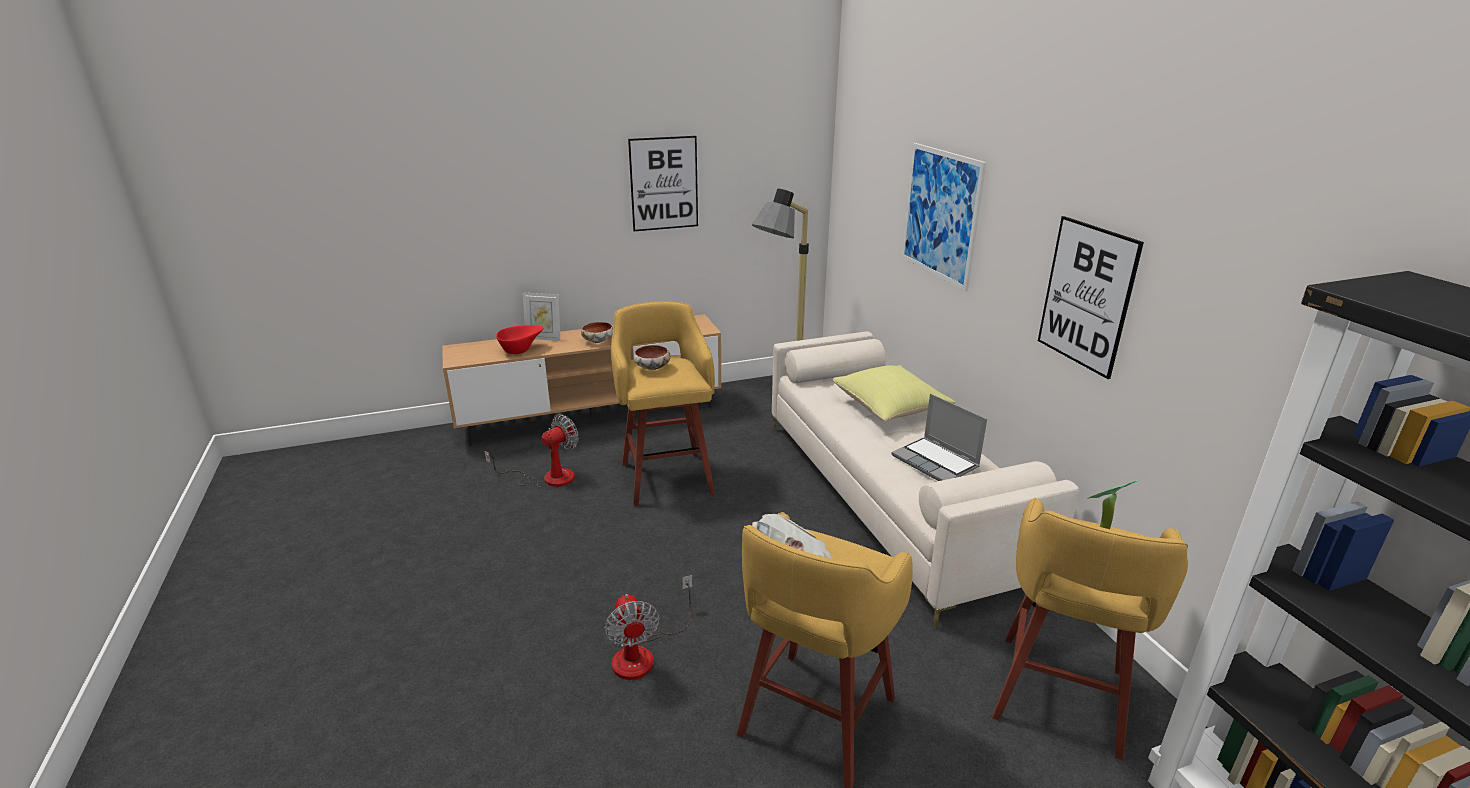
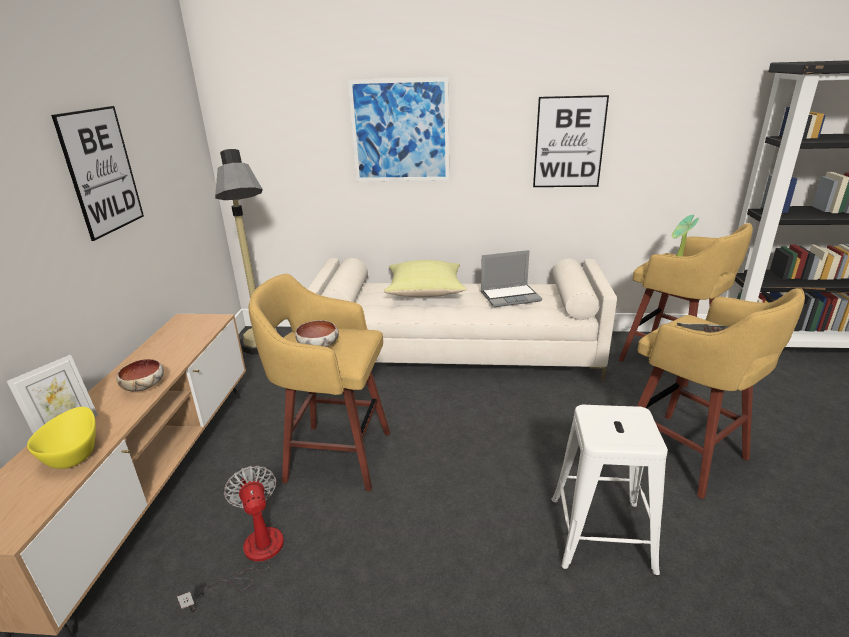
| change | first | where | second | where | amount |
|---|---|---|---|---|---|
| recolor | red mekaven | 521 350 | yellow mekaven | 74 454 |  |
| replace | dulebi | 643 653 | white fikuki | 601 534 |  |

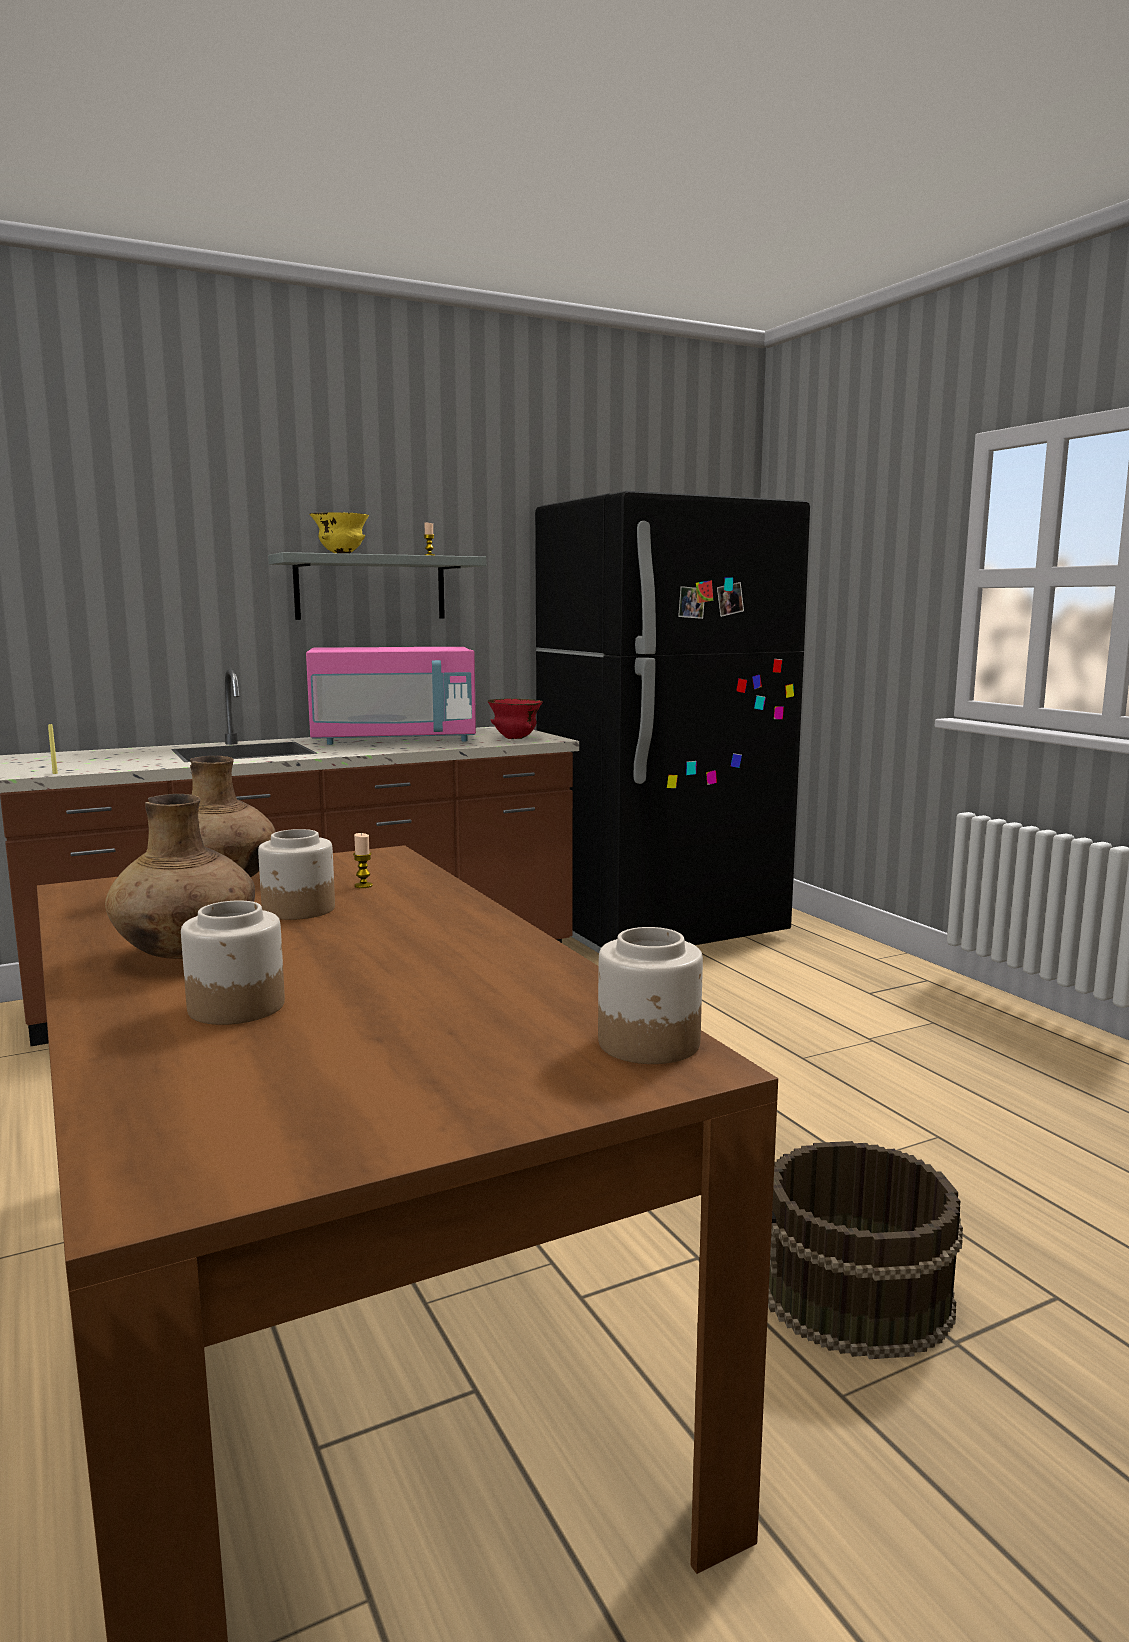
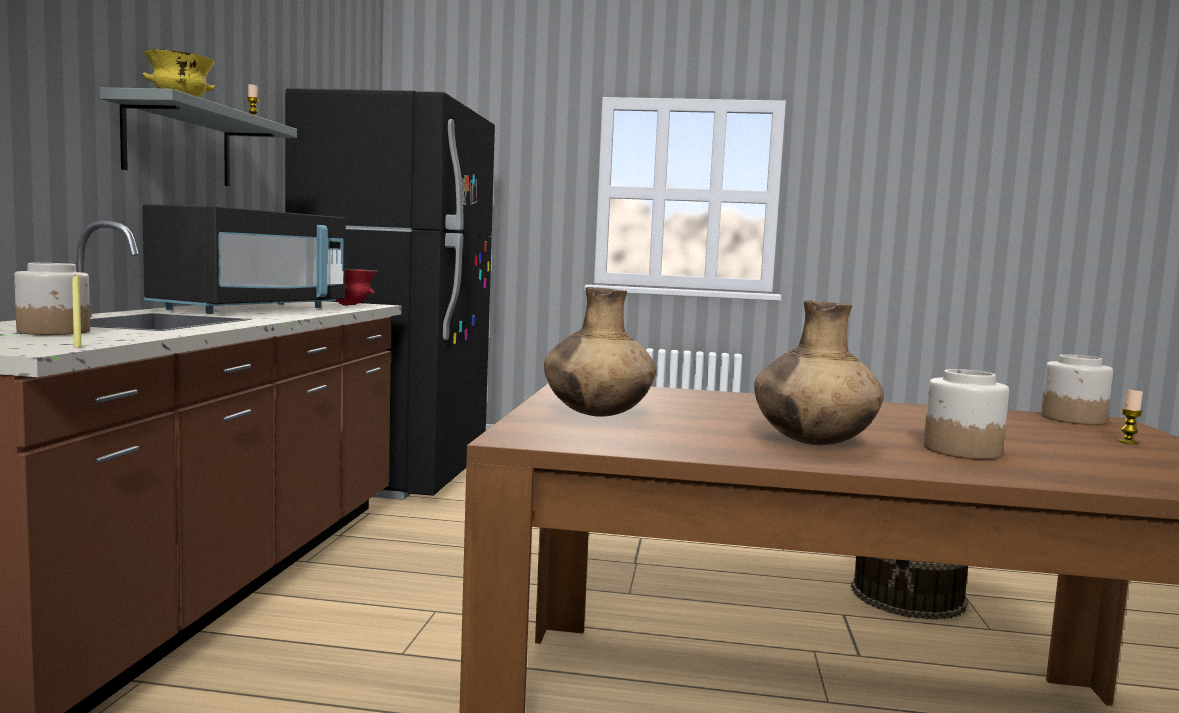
| change | first | where | second | where | amount |
|---|---|---|---|---|---|
| move | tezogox | 299 910 |  | 54 332 |  |
| recolor | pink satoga | 394 740 | black satoga | 252 309 |  |
| move | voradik | 363 885 |  | 1127 442 |  |

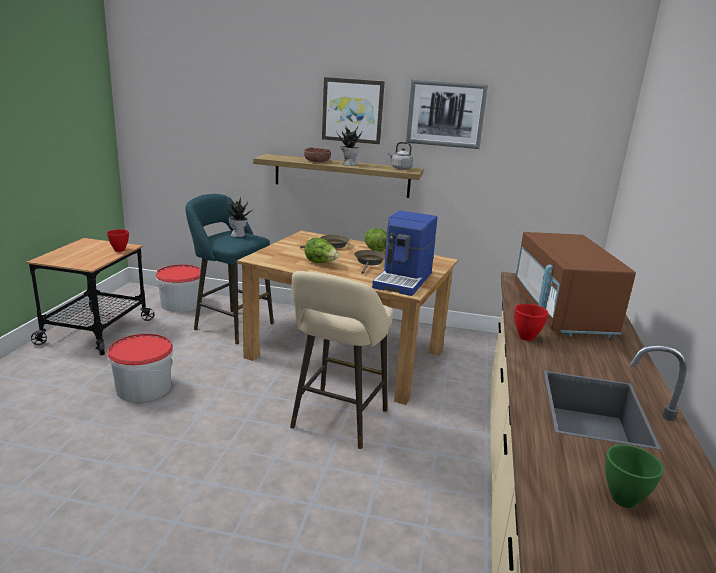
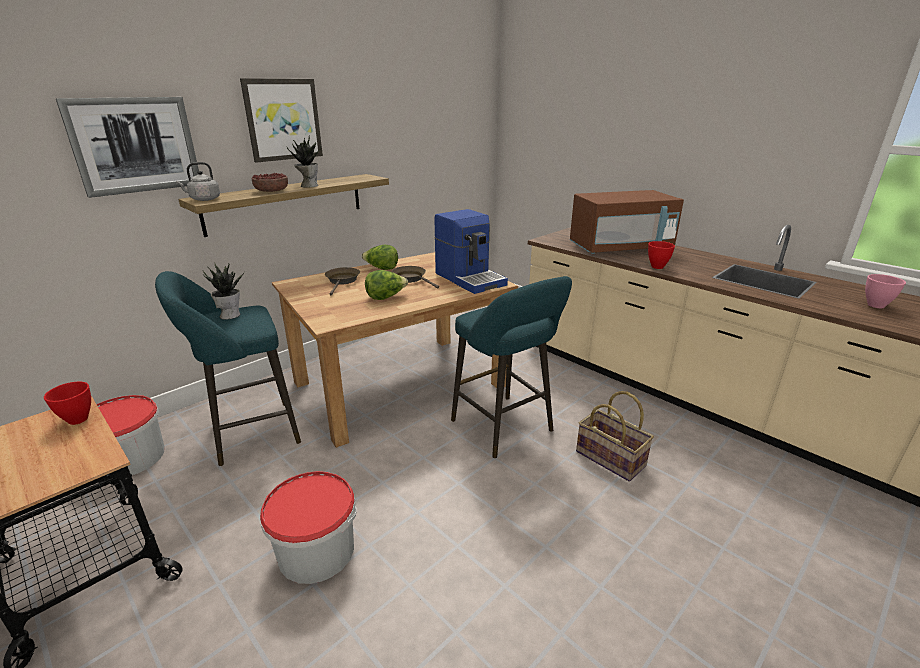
| change | first | where | second | where | amount |
|---|---|---|---|---|---|
| move | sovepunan | 446 114 |  | 135 145 |  |
| move | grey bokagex | 400 168 |  | 203 199 |  |
| recolor | beige fikuki | 337 422 | turquoise fikuki | 505 428 |  |
| rotate | brown satoga | 561 313 |  | 620 248 | 45 degrees counterclockwise |
| insert |  |  | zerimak | 611 458 |  |
| recolor | green mekaven | 625 500 | pink mekaven | 875 305 |  |

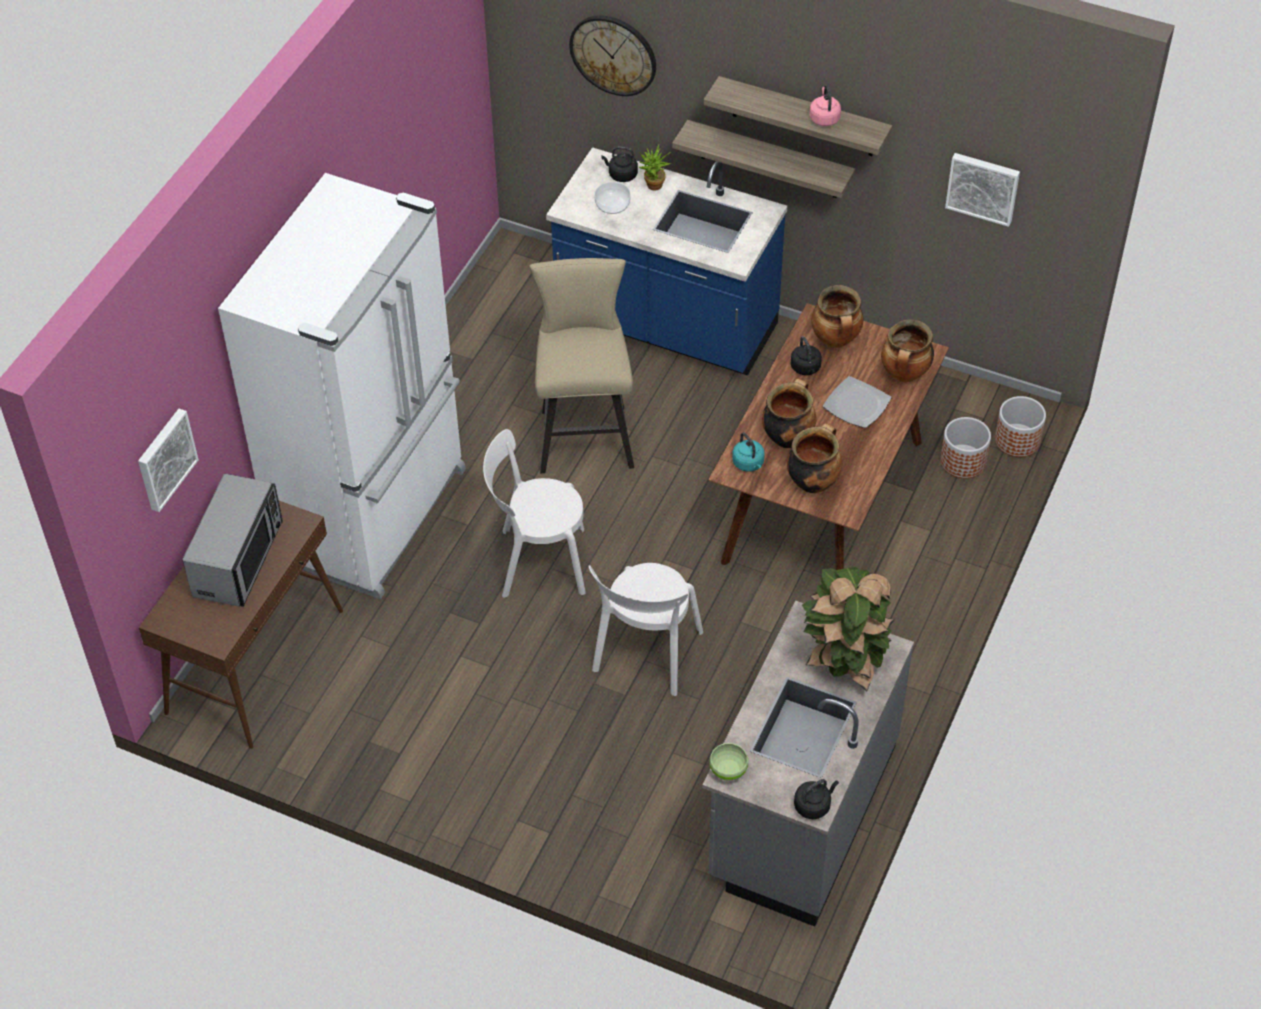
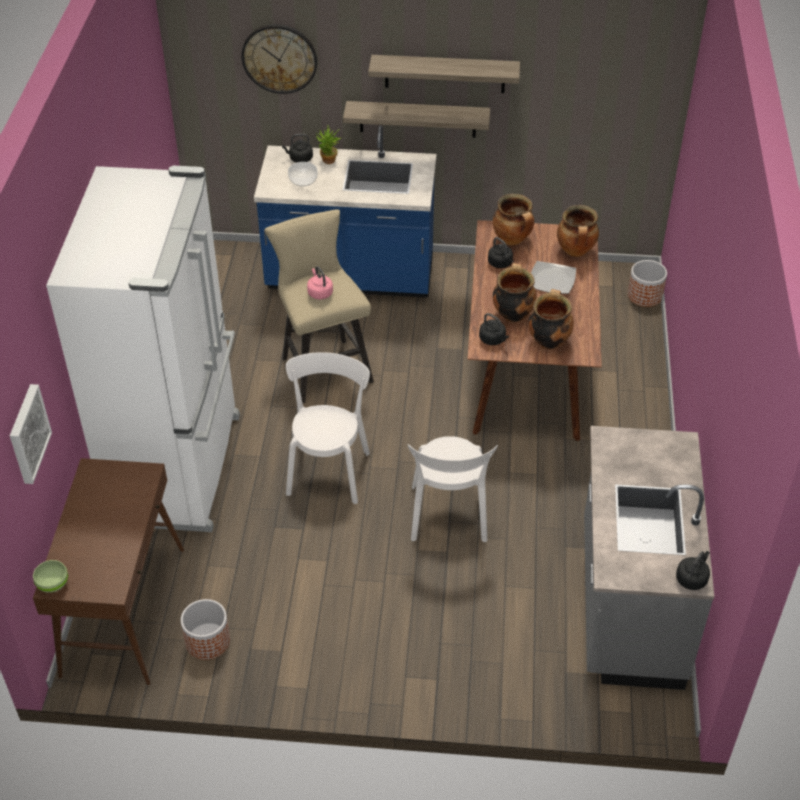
| change | first | where | second | where | amount |
|---|---|---|---|---|---|
| move | green mekaven | 729 770 |  | 54 584 |  |
| move | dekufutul | 962 461 |  | 207 641 |  |
| rotate | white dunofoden | 537 562 |  | 329 469 | 120 degrees clockwise |
| move | pink bokagex | 824 118 |  | 319 292 |  |
| recolor | turquoise bokagex | 749 464 | black bokagex | 493 340 |  |
| delete | satoga | 239 559 |  |  |  |
| delete | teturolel | 844 663 |  |  |  |
| delete | sovepunan | 983 187 |  |  |  |

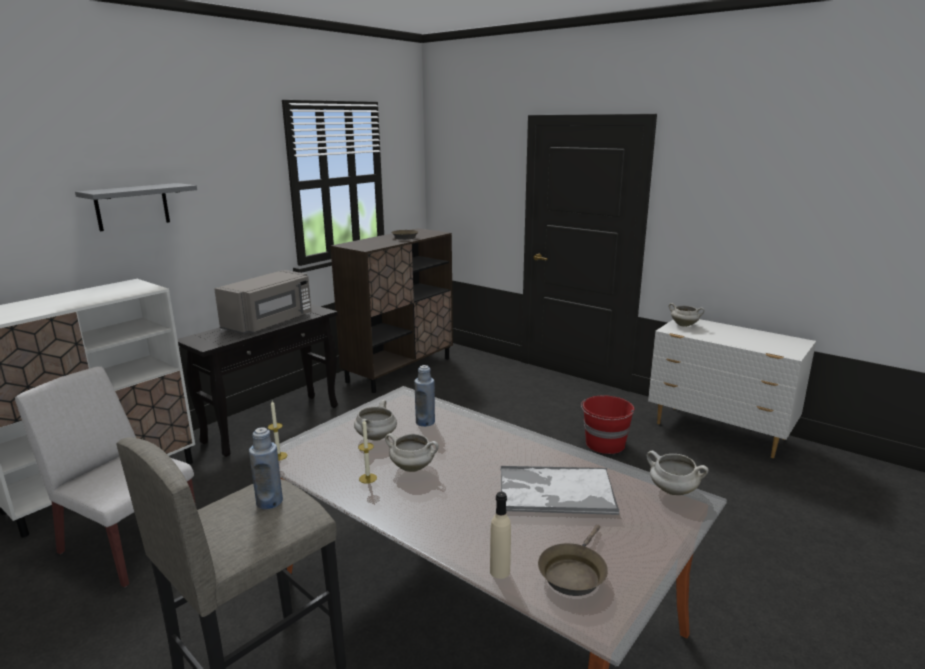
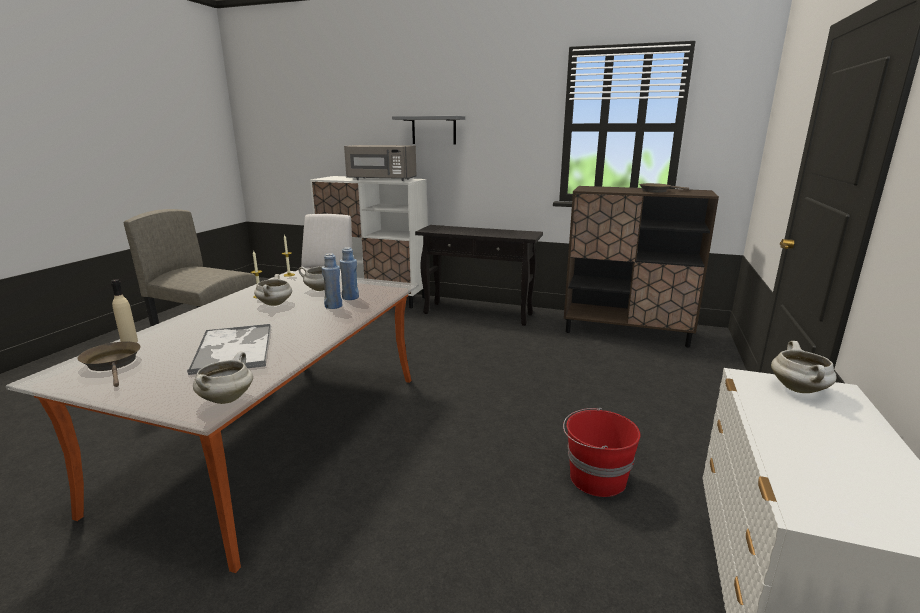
| change | first | where | second | where | amount |
|---|---|---|---|---|---|
| rotate | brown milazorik | 573 573 |  | 113 364 | 45 degrees clockwise |
| move | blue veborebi | 269 502 |  | 333 306 |  |
| move | grey satoga | 270 322 |  | 381 179 |  |

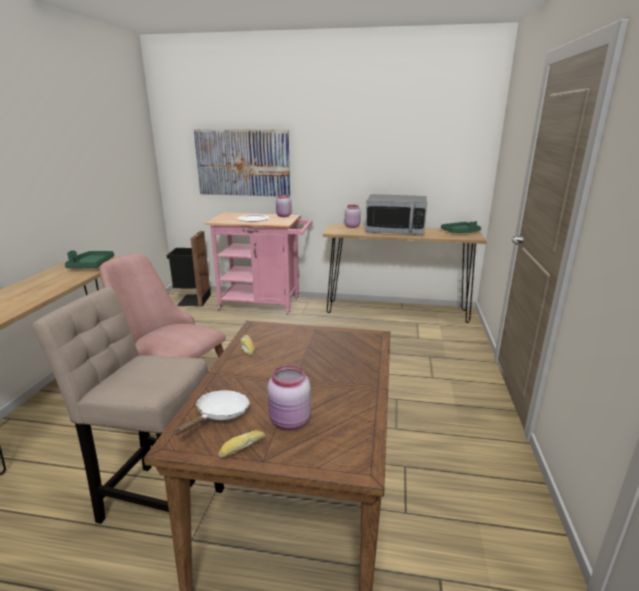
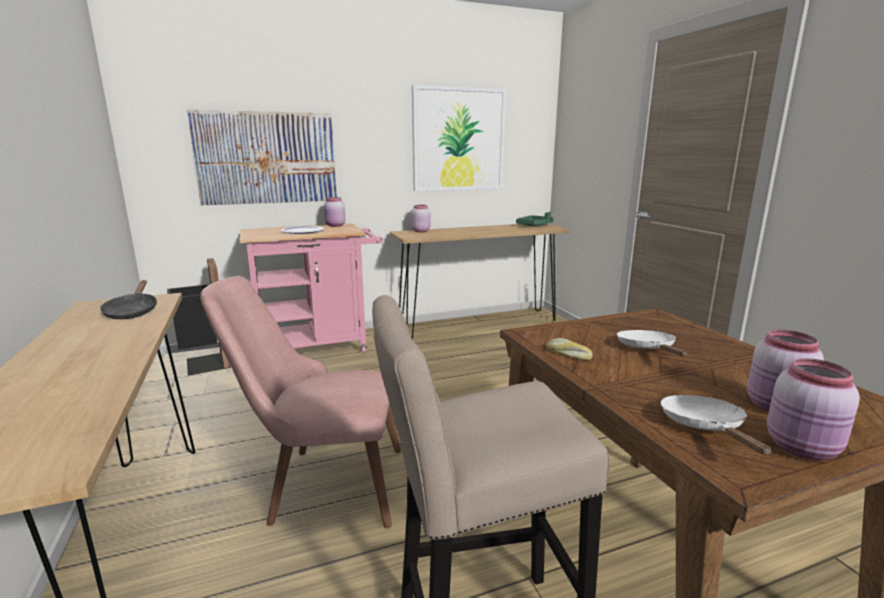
| change | first | where | second | where | amount |
|---|---|---|---|---|---|
| replace | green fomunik | 91 265 | black milazorik | 132 311 |  |
| insert |  |  | sovepunan | 458 140 |  |
| insert |  |  | white milazorik | 648 349 |  |
| replace | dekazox | 242 447 | pink tezogox | 803 449 |  |
| delete | satoga | 395 231 |  |  |  |

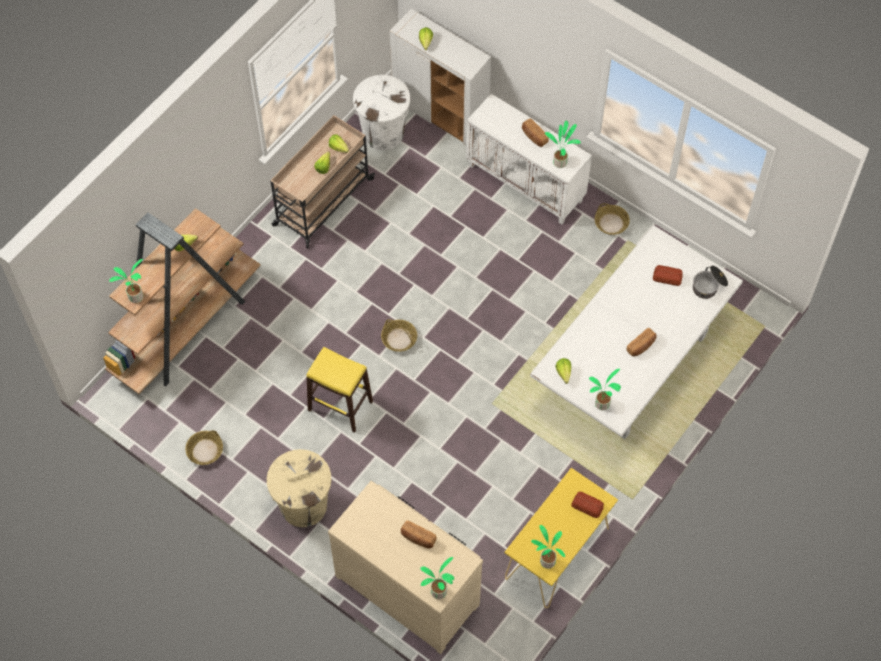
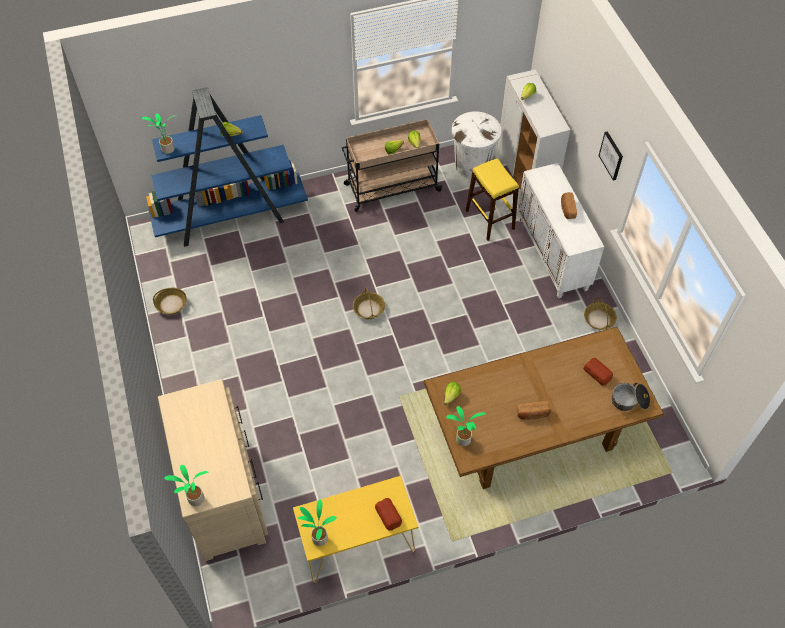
| change | first | where | second | where | amount |
|---|---|---|---|---|---|
| recolor | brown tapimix | 187 327 | blue tapimix | 231 217 |  |
| recolor | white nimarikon | 629 363 | brown nimarikon | 532 432 |  |
| move | yellow fikuki | 340 406 |  | 489 220 |  |
| insert |  |  | sovepunan | 611 155 |  |
| delete | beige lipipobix | 303 505 |  |  |  |
| delete | dekazox | 418 538 |  |  |  |
| delete | teturolel | 561 162 |  |  |  |

